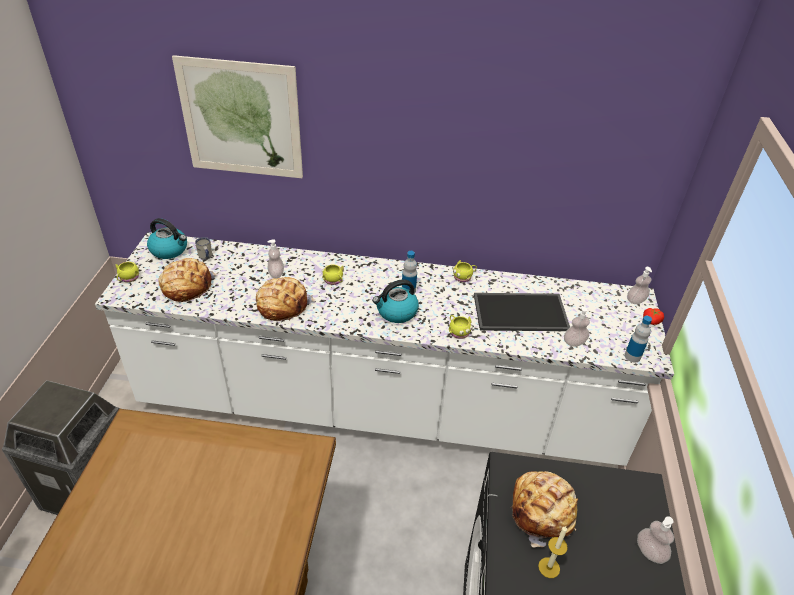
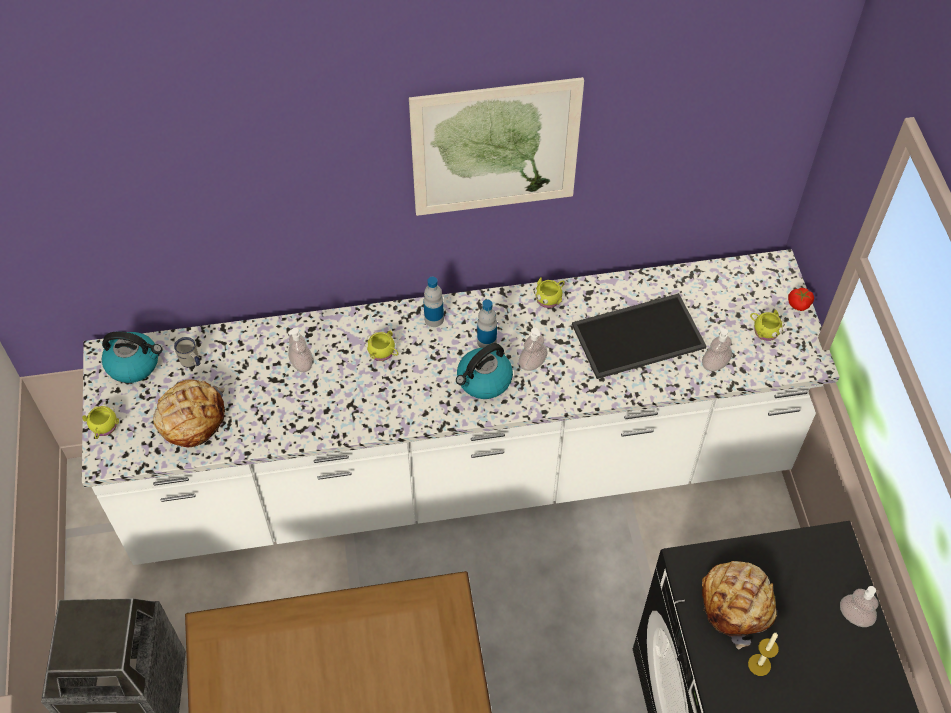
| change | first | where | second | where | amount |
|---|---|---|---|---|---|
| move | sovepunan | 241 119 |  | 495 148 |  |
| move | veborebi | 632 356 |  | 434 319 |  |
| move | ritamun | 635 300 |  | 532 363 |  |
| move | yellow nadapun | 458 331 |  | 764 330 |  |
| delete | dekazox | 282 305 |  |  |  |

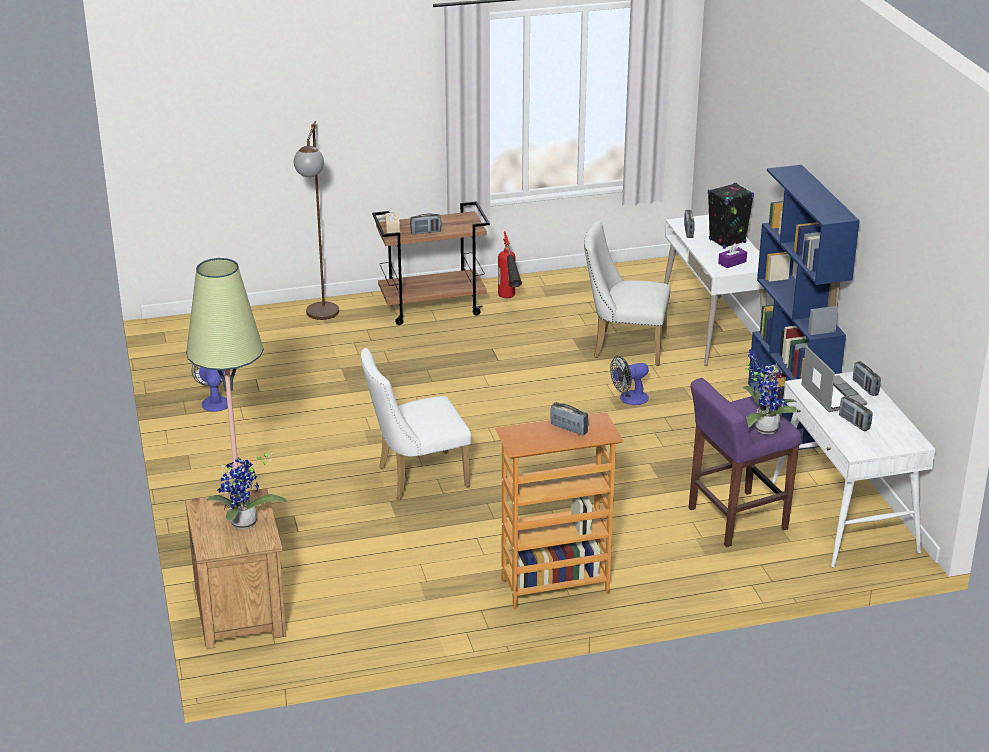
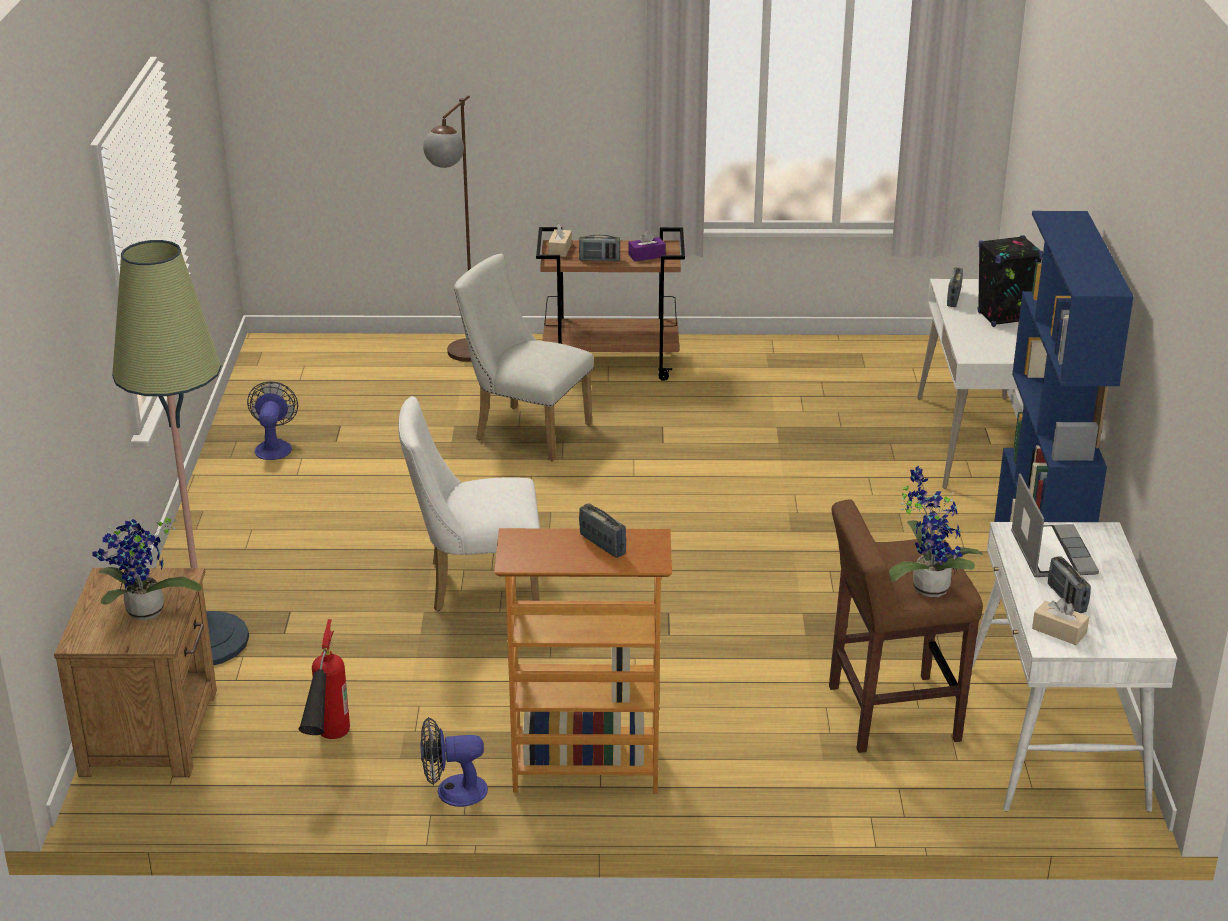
| change | first | where | second | where | amount |
|---|---|---|---|---|---|
| move | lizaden | 509 302 |  | 327 748 |  |
| move | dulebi | 629 399 |  | 452 791 |  |
| move | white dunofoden | 623 347 |  | 525 431 |  |
| move | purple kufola | 732 262 |  | 646 256 |  |
| recolor | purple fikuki | 735 519 | brown fikuki | 890 714 |  |
| insert |  |  | beige kufola | 1059 631 |  |
| delete | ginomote | 865 388 |  |  |  |

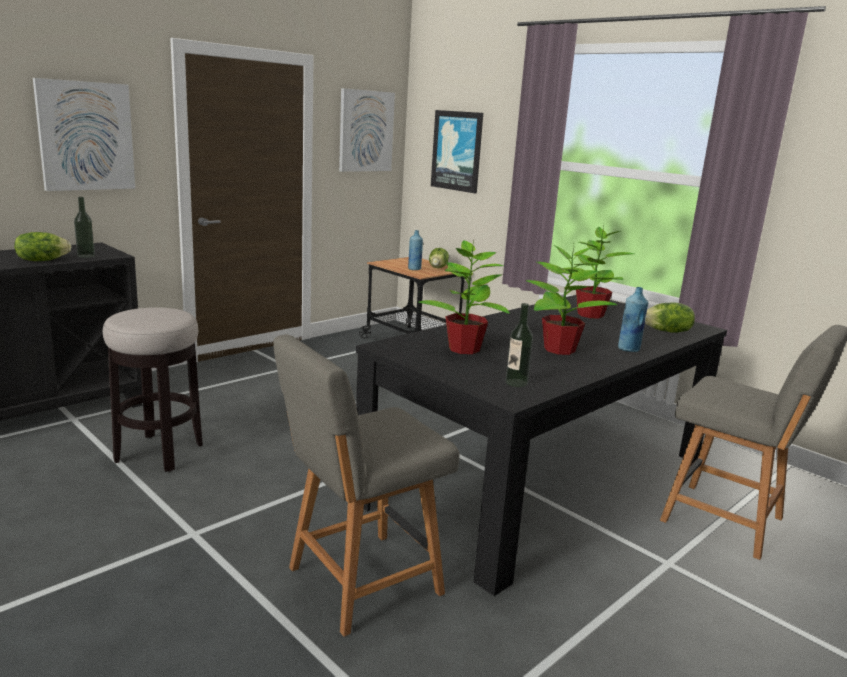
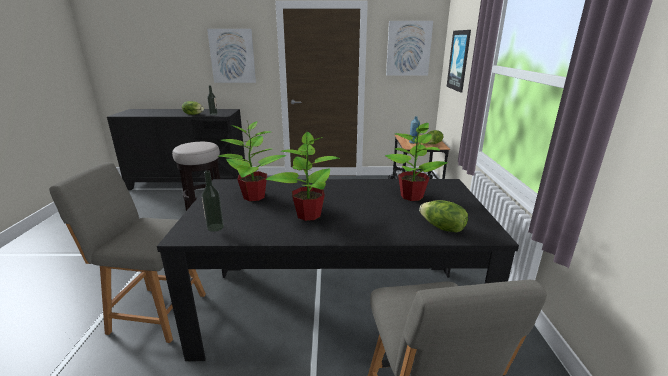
| change | first | where | second | where | amount |
|---|---|---|---|---|---|
| delete | blue veborebi | 629 349 |  |  |  |

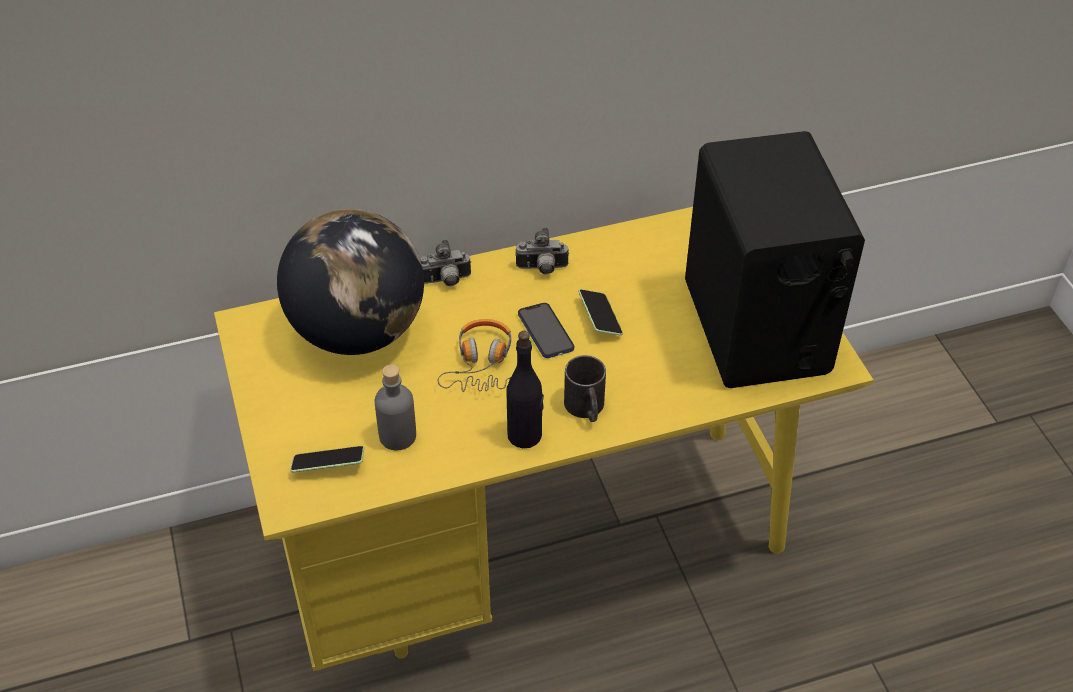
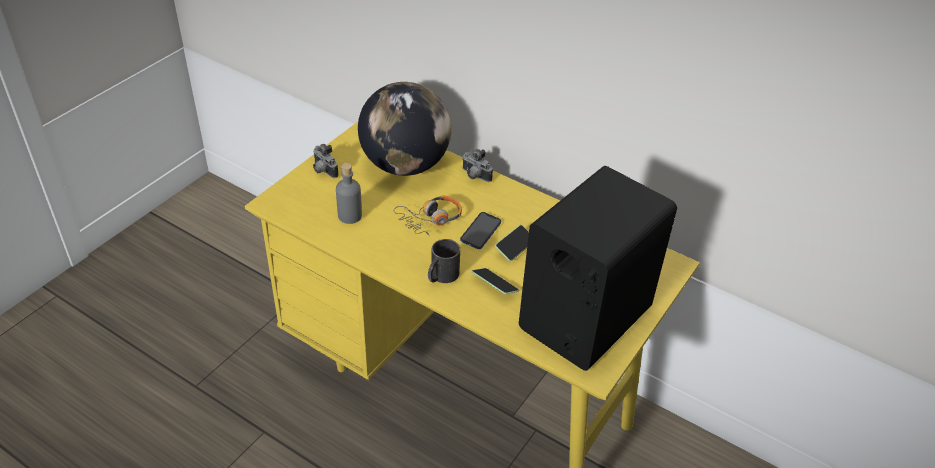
| change | first | where | second | where | amount |
|---|---|---|---|---|---|
| move | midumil | 542 269 |  | 323 171 |  |
| move | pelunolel | 328 465 |  | 494 286 |  |
| delete | black veborebi | 525 435 |  |  |  |

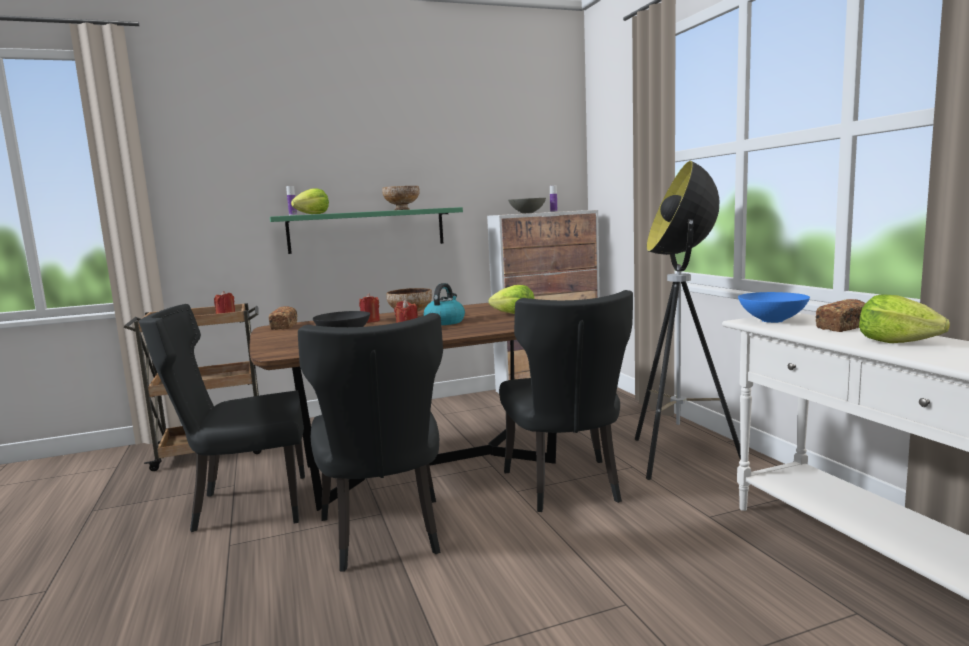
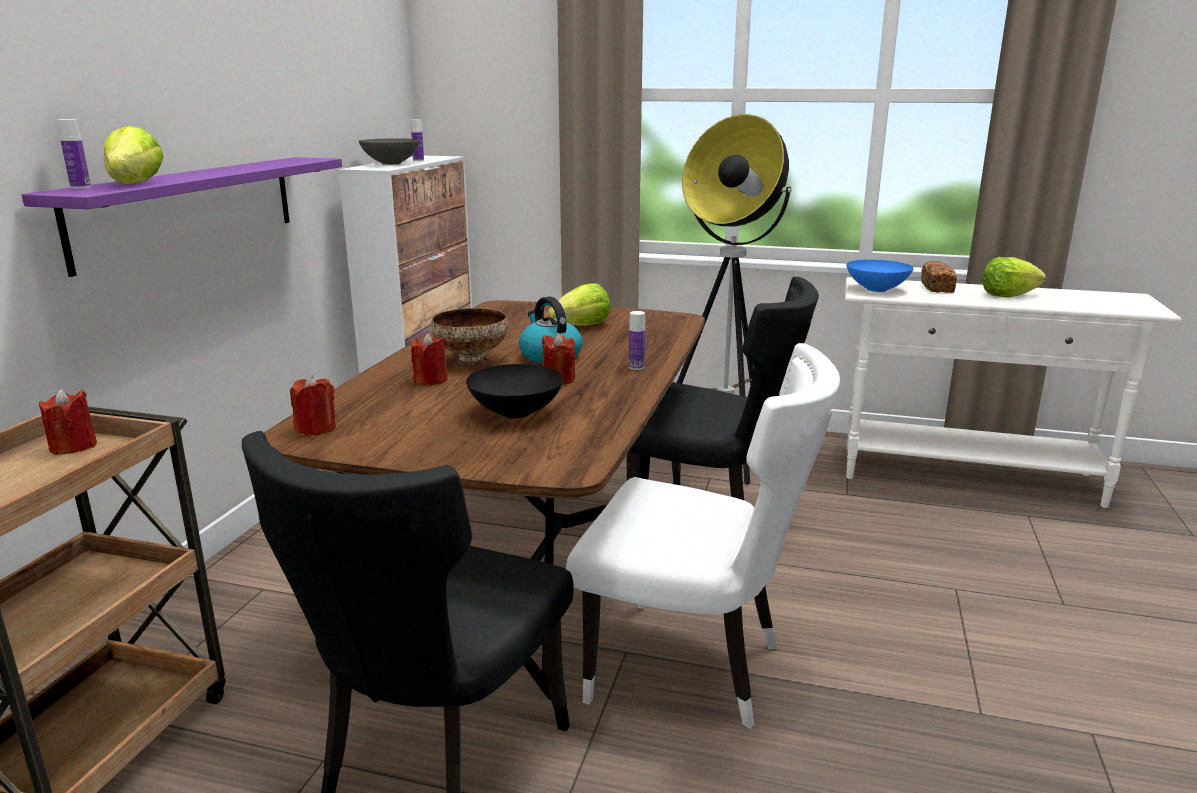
| change | first | where | second | where | amount |
|---|---|---|---|---|---|
| recolor | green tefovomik | 367 230 | purple tefovomik | 190 209 |  |
| replace | dekazox | 284 326 | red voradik | 316 428 |  |
| recolor | black dunofoden | 384 536 | white dunofoden | 693 668 |  |
| insert |  |  | veborebi | 636 367 |  |
| delete | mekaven | 402 209 |  |  |  |

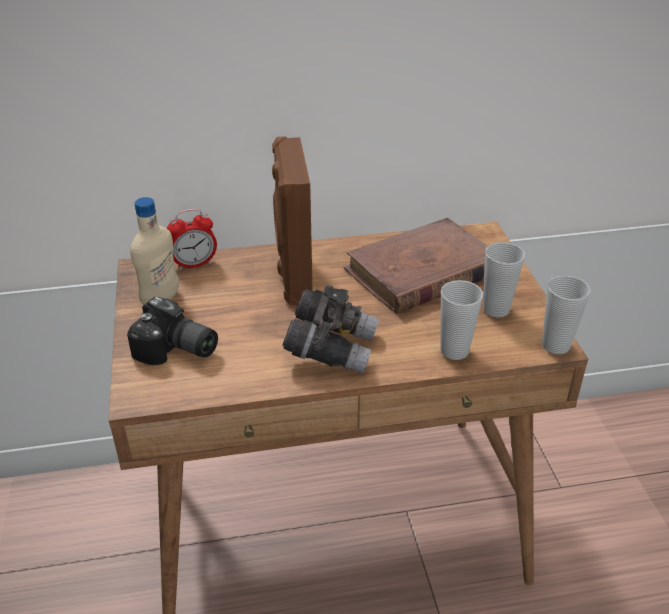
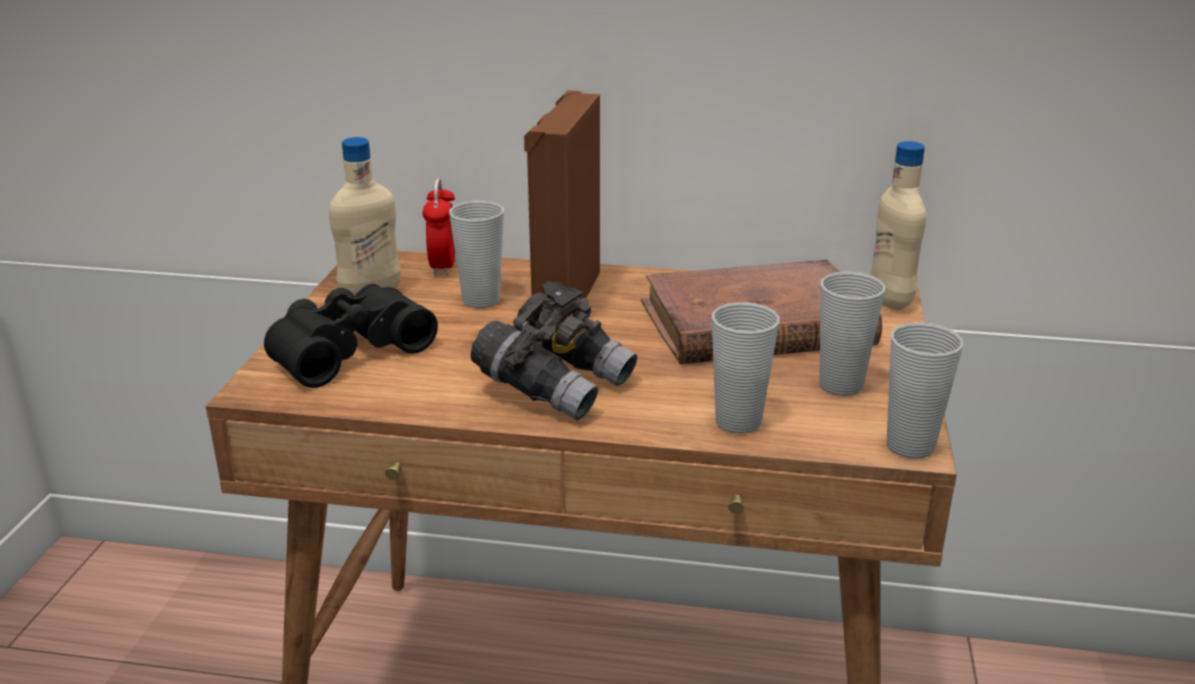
| change | first | where | second | where | amount |
|---|---|---|---|---|---|
| replace | midumil | 176 351 | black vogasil | 347 350 |  |
| rotate | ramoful | 194 264 |  | 443 266 | 90 degrees clockwise |
| insert |  |  | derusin | 481 300 |  |
| insert |  |  | beige veborebi | 890 300 |  |

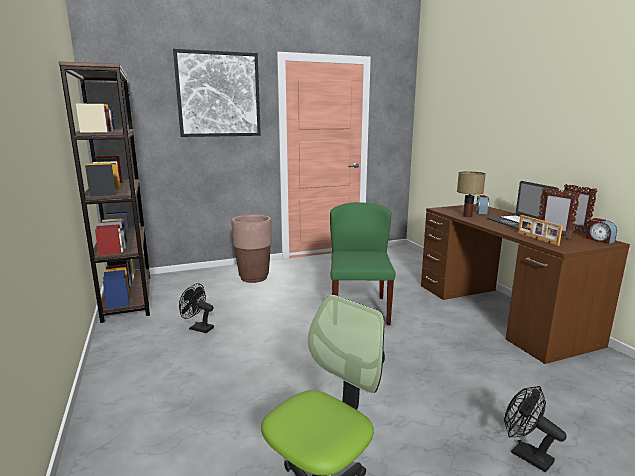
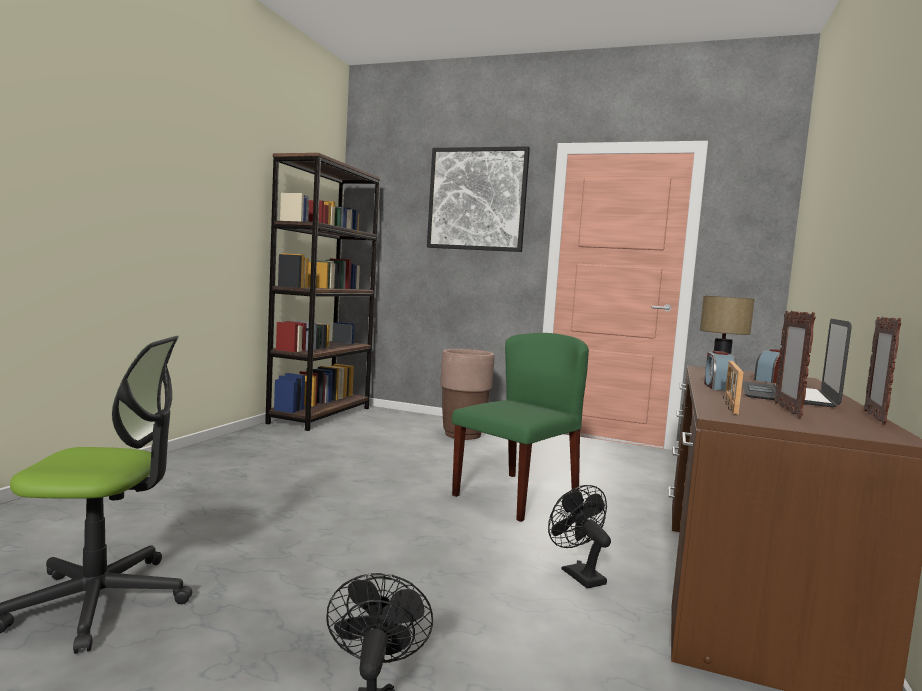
| change | first | where | second | where | amount |
|---|---|---|---|---|---|
| move | black dulebi | 198 328 |  | 578 574 |  |
| move | ramoful | 599 240 |  | 718 387 |  |

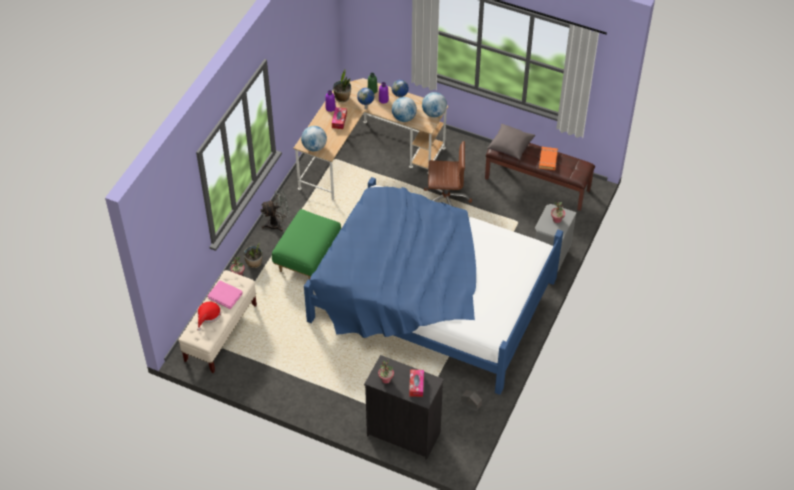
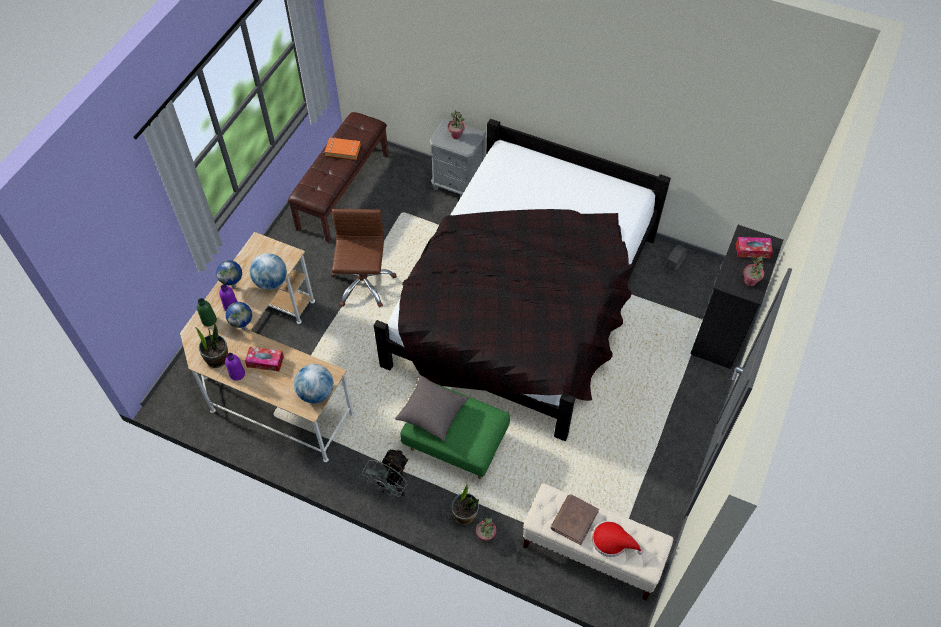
| change | first | where | second | where | amount |
|---|---|---|---|---|---|
| rotate | grey dulebi | 277 223 |  | 391 486 | 135 degrees counterclockwise |
| recolor | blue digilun | 431 300 | black digilun | 524 302 |  |
| move | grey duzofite | 510 147 |  | 432 413 |  |
| recolor | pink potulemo | 225 295 | brown potulemo | 574 520 |  |
| delete | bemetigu | 434 113 |  |  |  |

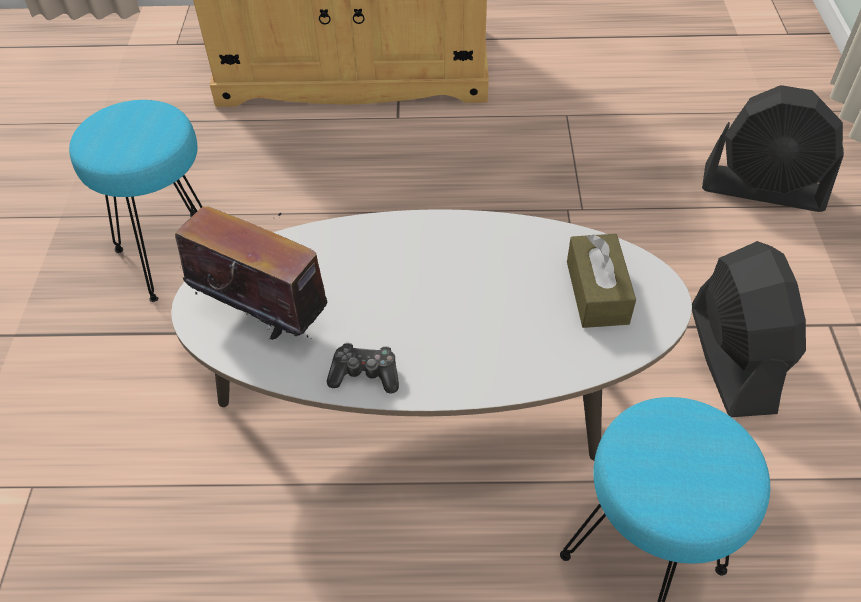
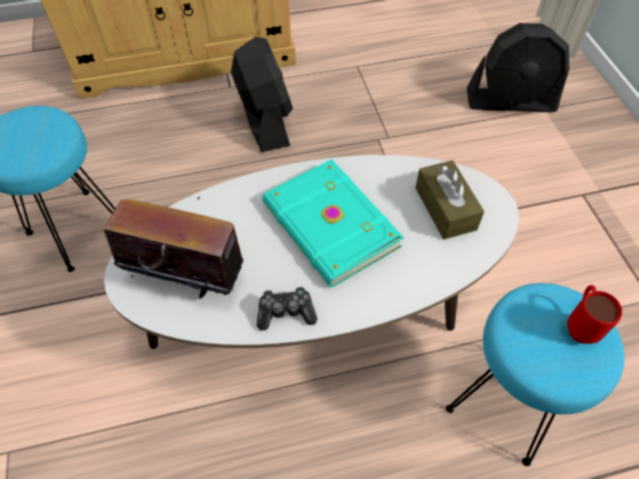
| change | first | where | second | where | amount |
|---|---|---|---|---|---|
| move | black dulebi | 731 358 |  | 264 119 |  |
| insert |  |  | turquoise potulemo | 329 226 |  |
| insert |  |  | red nadapun | 580 325 |  |

